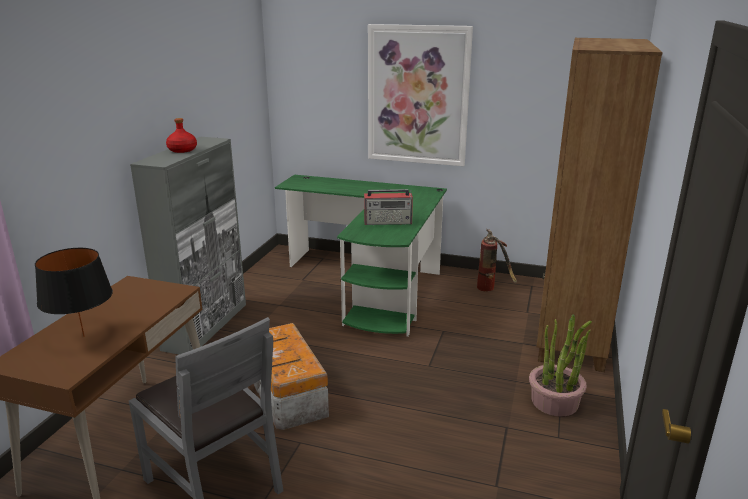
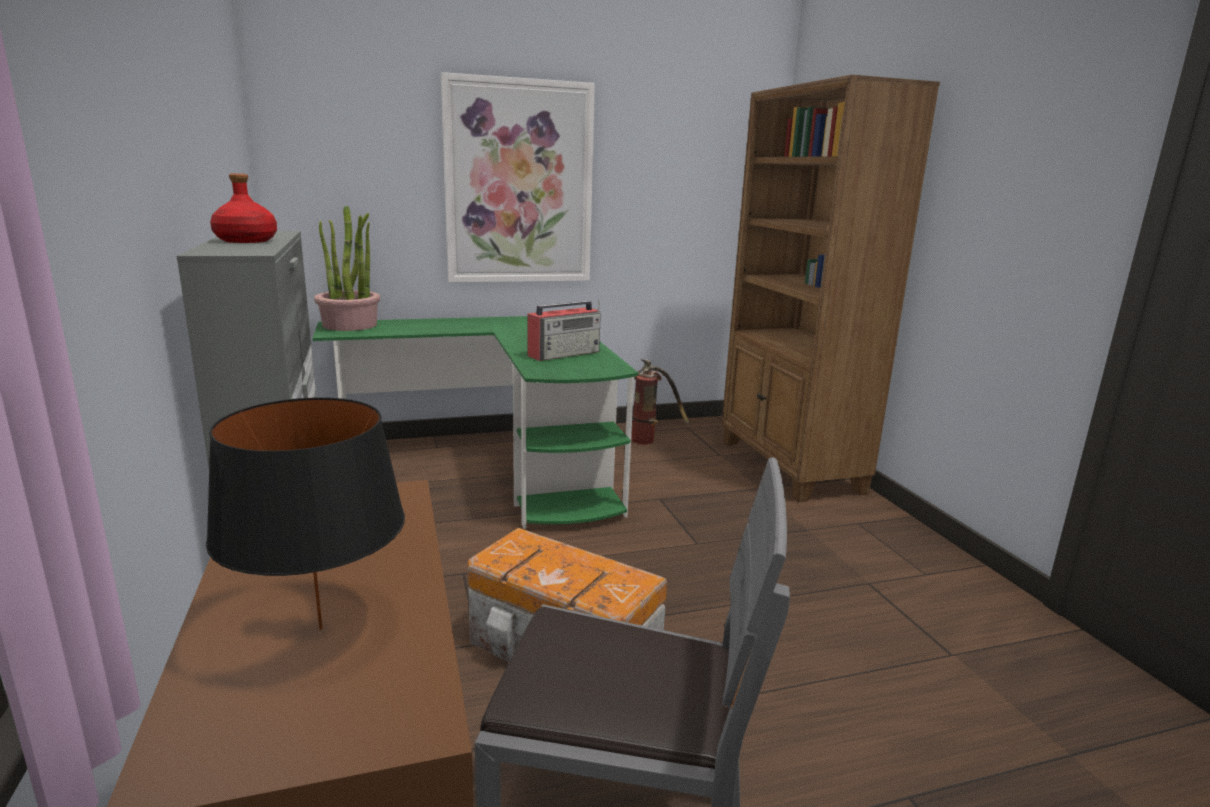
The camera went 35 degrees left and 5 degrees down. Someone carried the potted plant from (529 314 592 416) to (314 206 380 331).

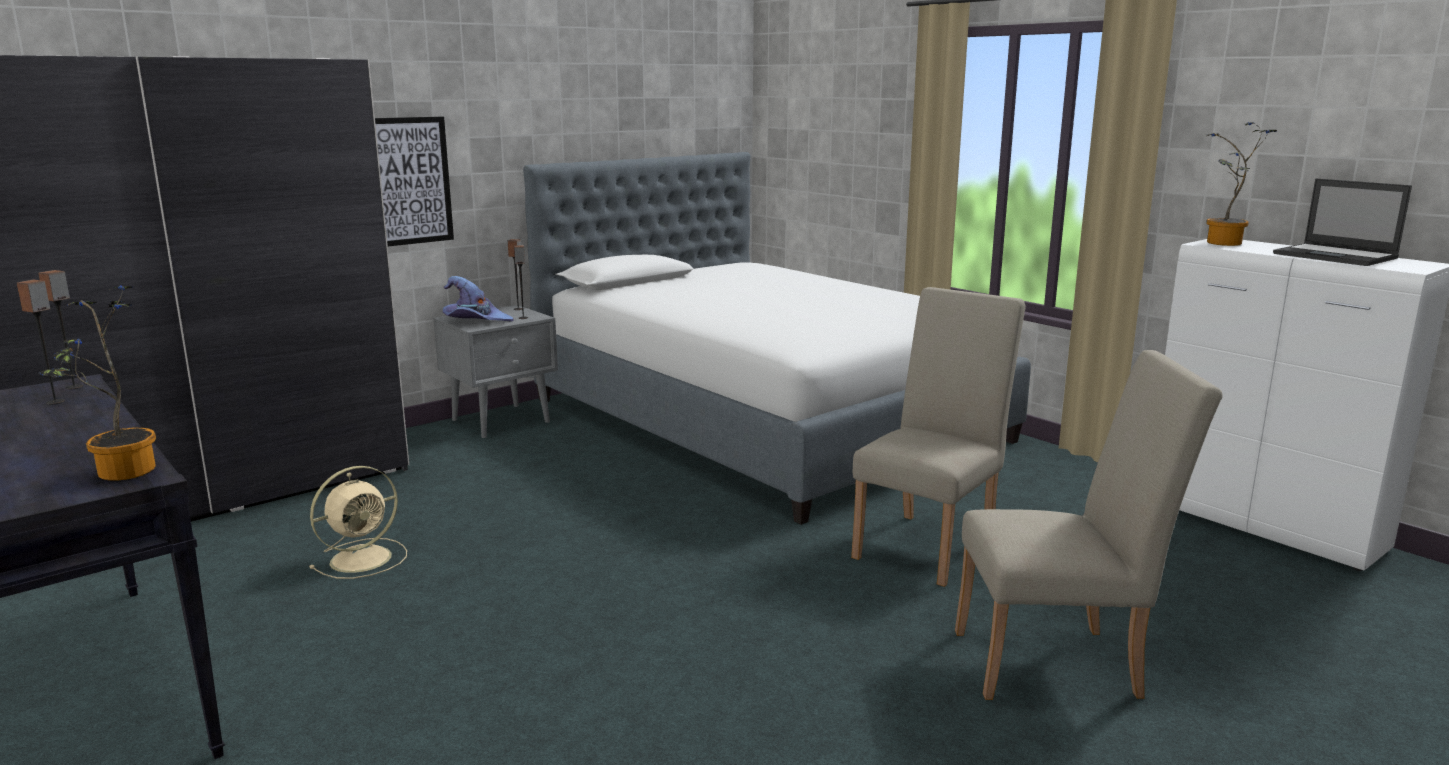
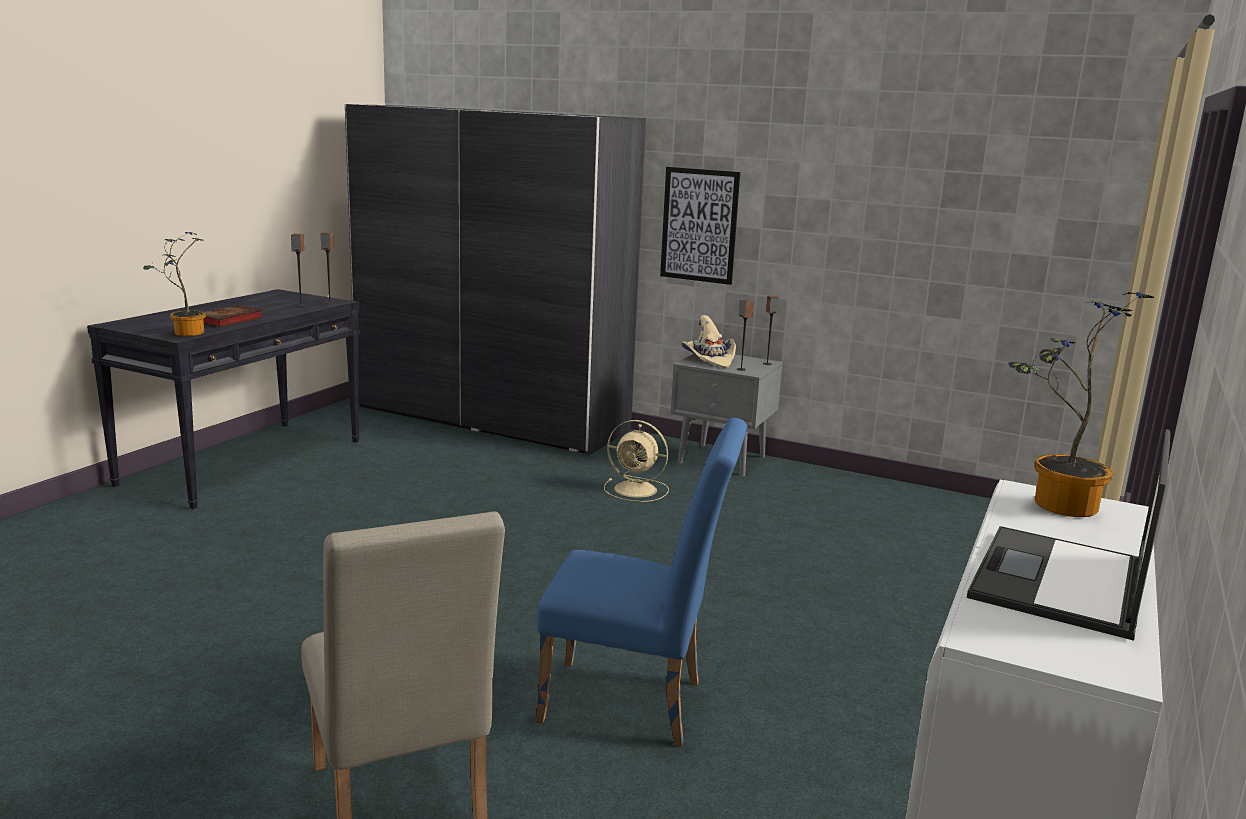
The camera went 65 degrees right and 0 degrees up. Someone carried the beige fan from (309 466 407 579) to (604 420 669 502). Someone repainted the purple hat at (443 276 514 322), which became the beige hat at (682 315 736 369). Someone took away the bed at (523 152 1031 525). Someone repainted the beige chair at (851 287 1025 587), which became the blue chair at (536 418 747 747). Someone put down the book at (203 305 264 328).

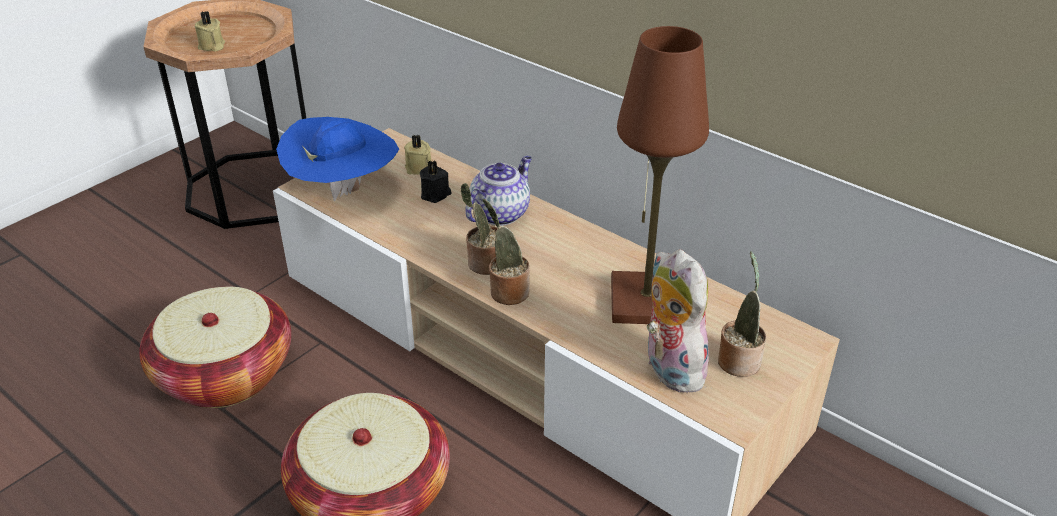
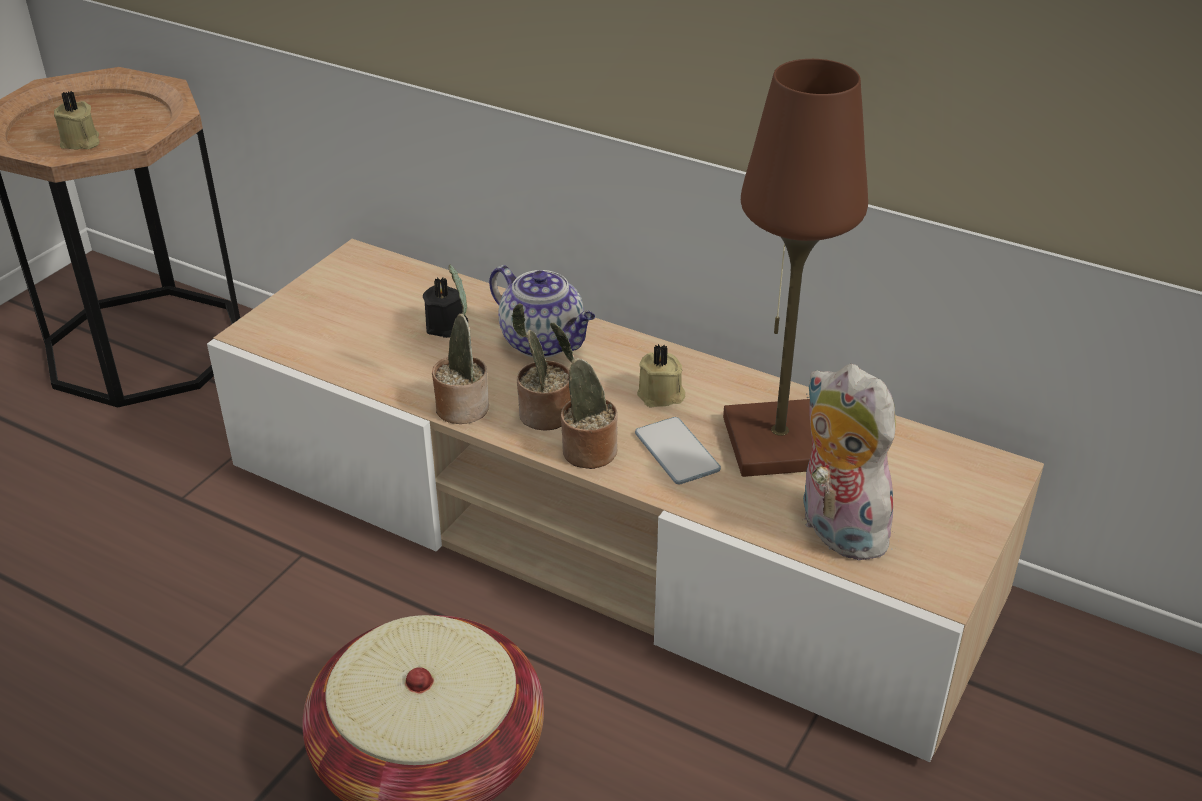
The camera went 10 degrees left and 0 degrees up. Someone took away the basket at (139 287 291 408). Someone took away the blue hat at (276 117 399 201). Someone carried the beige candle from (404 134 431 175) to (637 344 685 407). Someone rotated the teapot at (465 156 532 226) by 105 degrees clockwise. Someone carried the potted plant from (718 251 766 377) to (432 264 489 424). Someone put down the phone at (635 417 721 484).

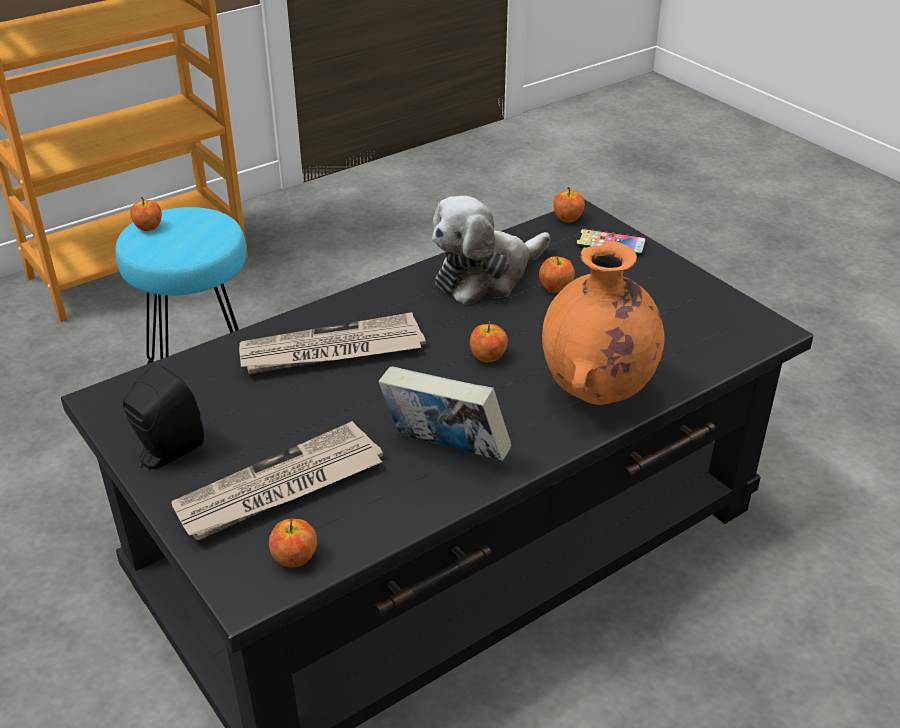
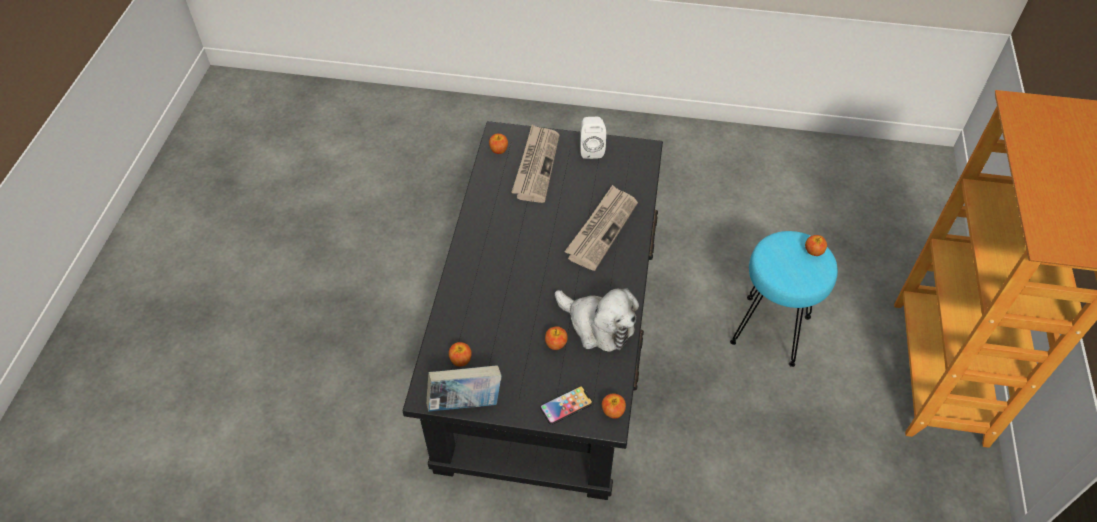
The camera went 135 degrees right and 15 degrees up. Someone repainted the black speaker at (123 363 204 469), which became the white speaker at (580 117 606 159). Someone carried the book from (379 366 512 461) to (426 365 502 412). Someone rotated the plush toy at (432 196 550 305) by 120 degrees clockwise. Someone carried the apple from (470 321 508 362) to (449 342 472 366). Someone took away the orange vase at (542 241 664 405).

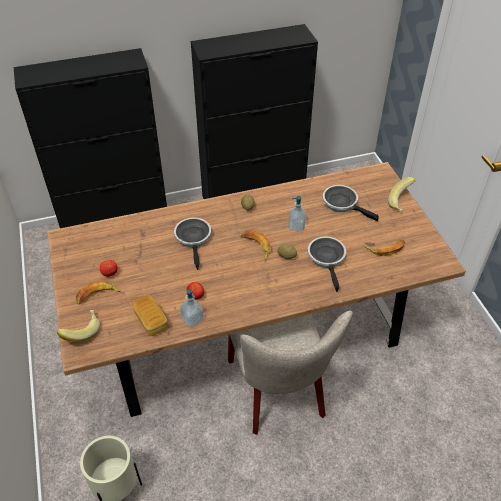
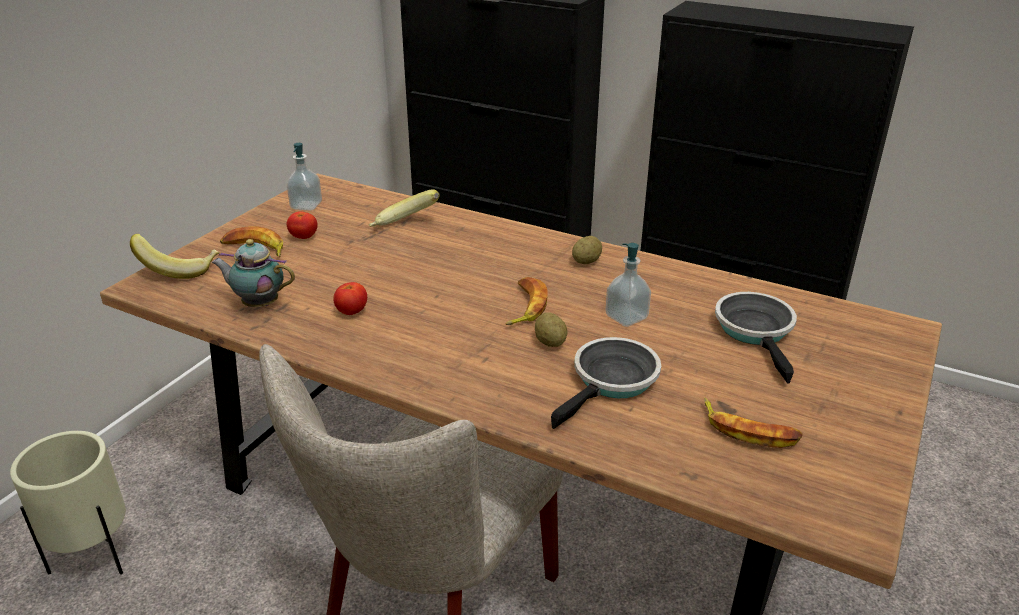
The camera went 45 degrees right and 15 degrees down. Someone swapped the bread at (132 295 167 336) for the teapot at (211 239 295 307). Someone took away the frying pan at (174 218 211 270). Someone carried the soap dispenser from (180 289 204 327) to (287 143 322 211). Someone carried the banana from (388 177 416 212) to (369 189 440 227).

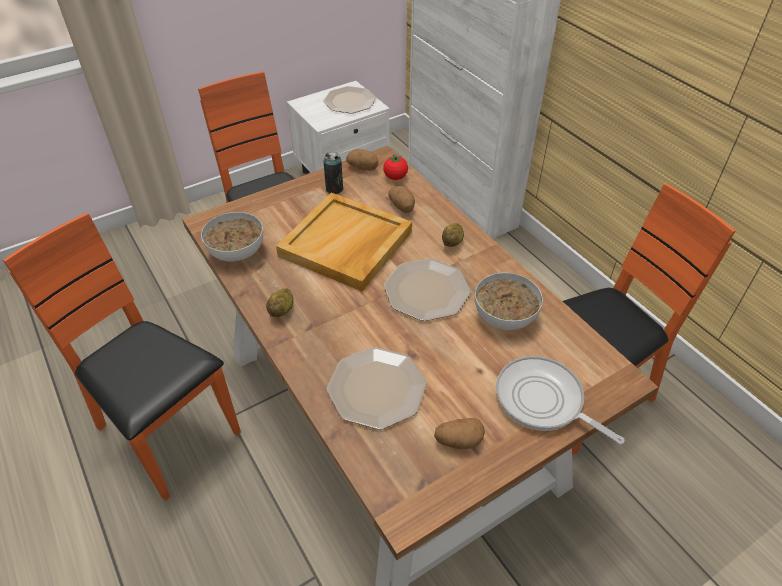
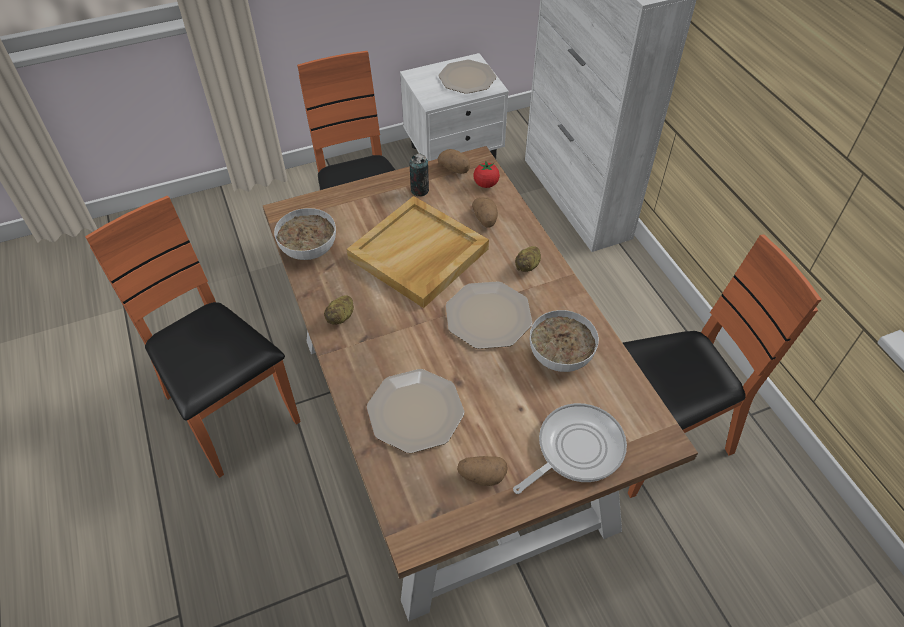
The camera went 10 degrees right and 5 degrees up. Someone rotated the frying pan at (496 356 625 445) by 90 degrees clockwise.

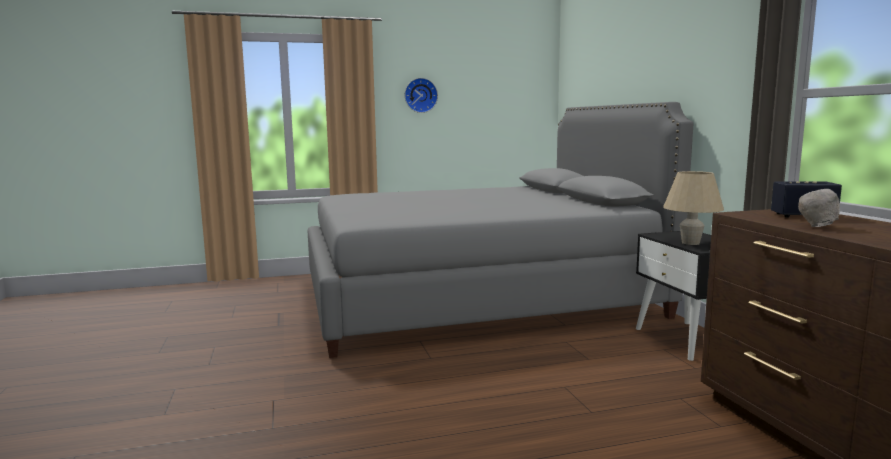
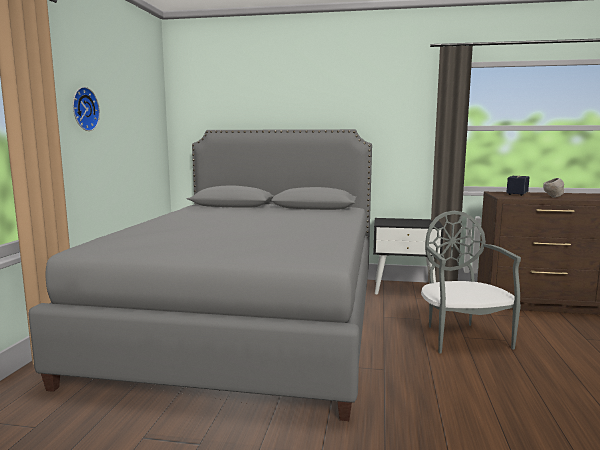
The camera went 65 degrees left and 0 degrees up. Someone took away the beige table lamp at (663 171 724 245). Someone put down the grey chair at (421 211 521 354).

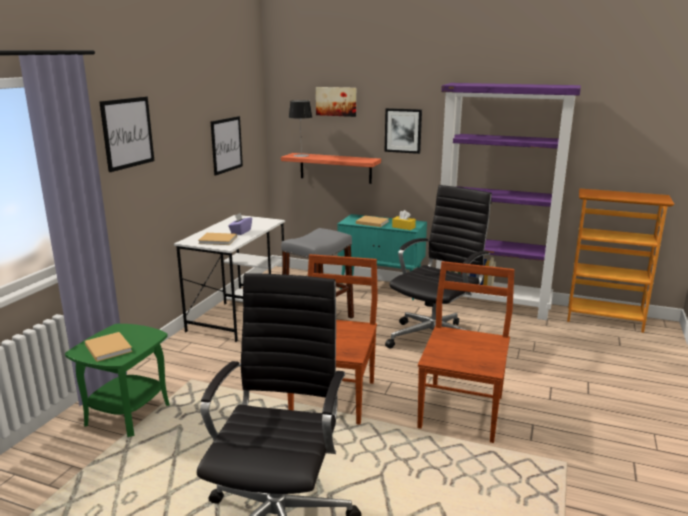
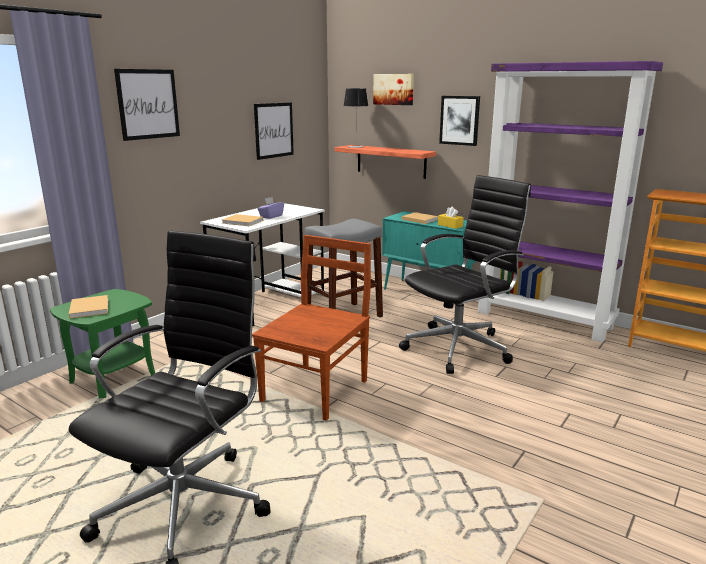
The camera went 15 degrees right and 0 degrees up. Someone took away the brown chair at (417 261 515 443).

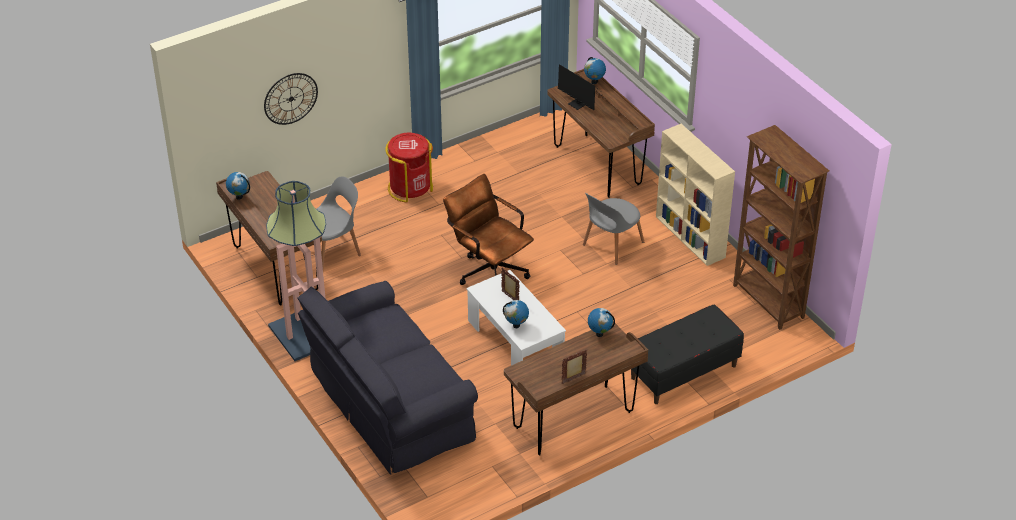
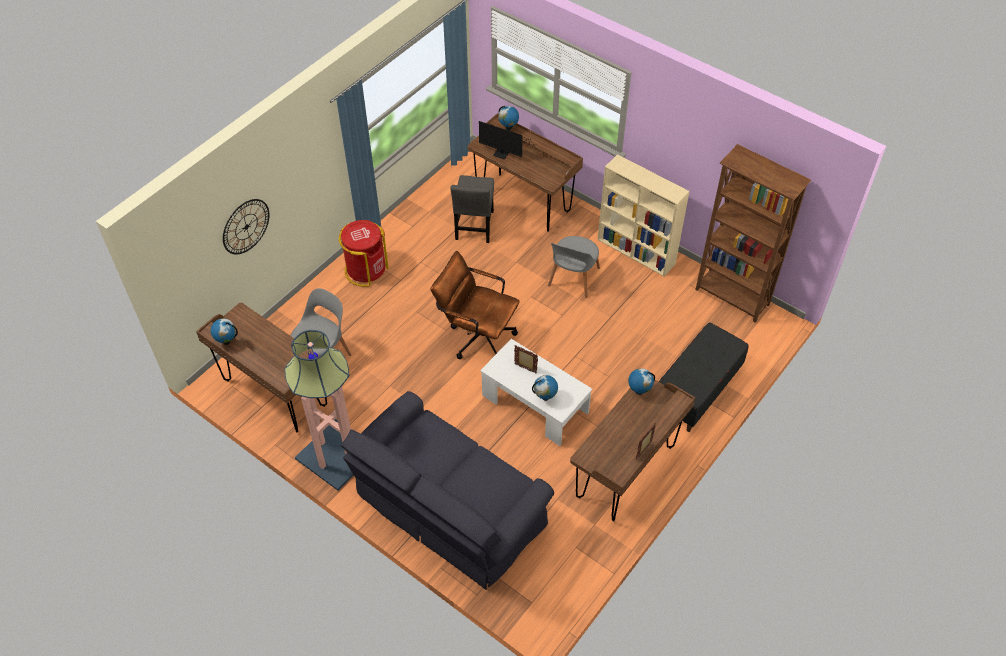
The camera went 20 degrees left and 10 degrees up. Someone put down the grey chair at (450 175 494 243).

